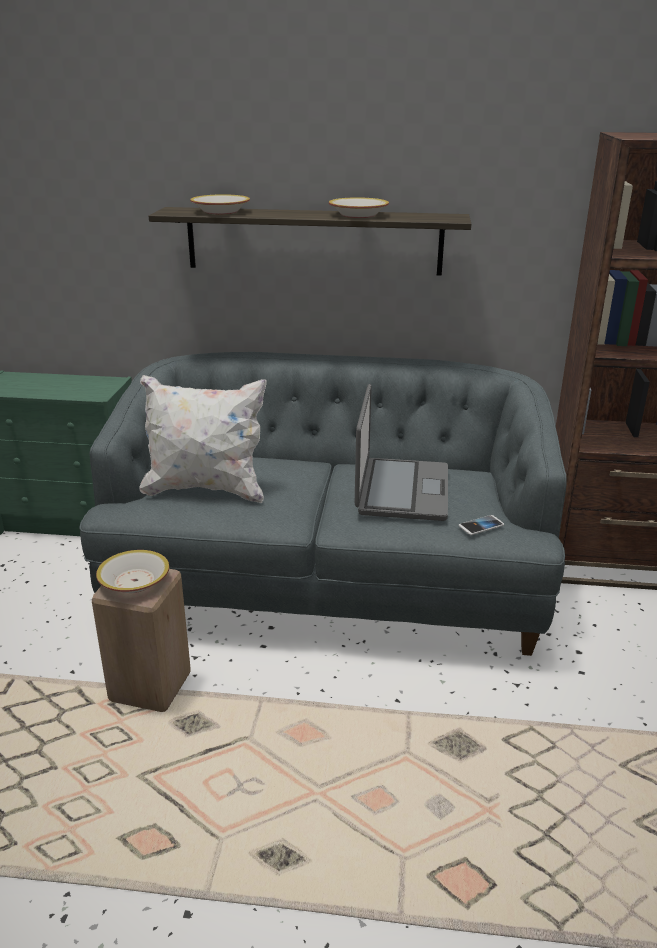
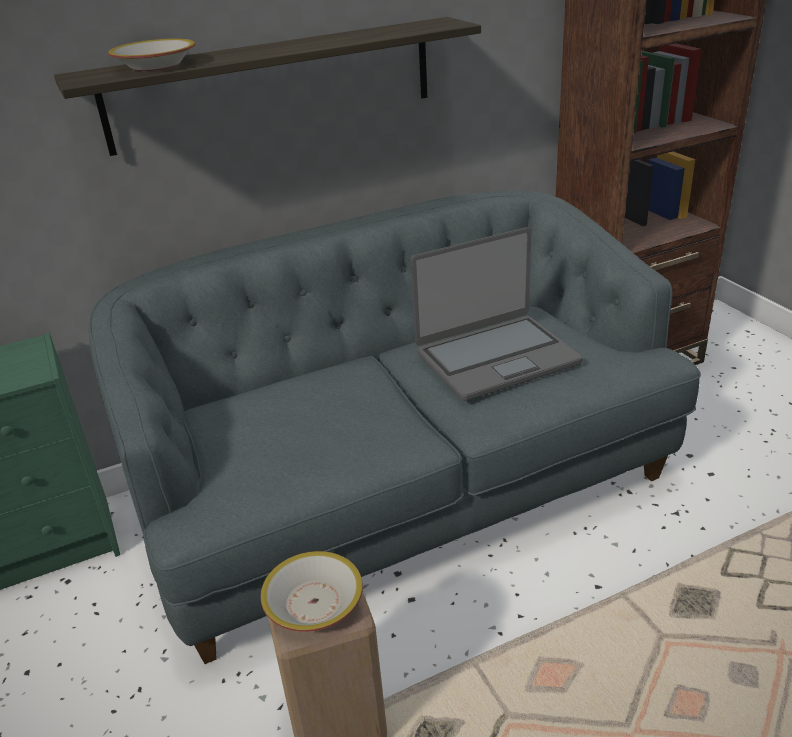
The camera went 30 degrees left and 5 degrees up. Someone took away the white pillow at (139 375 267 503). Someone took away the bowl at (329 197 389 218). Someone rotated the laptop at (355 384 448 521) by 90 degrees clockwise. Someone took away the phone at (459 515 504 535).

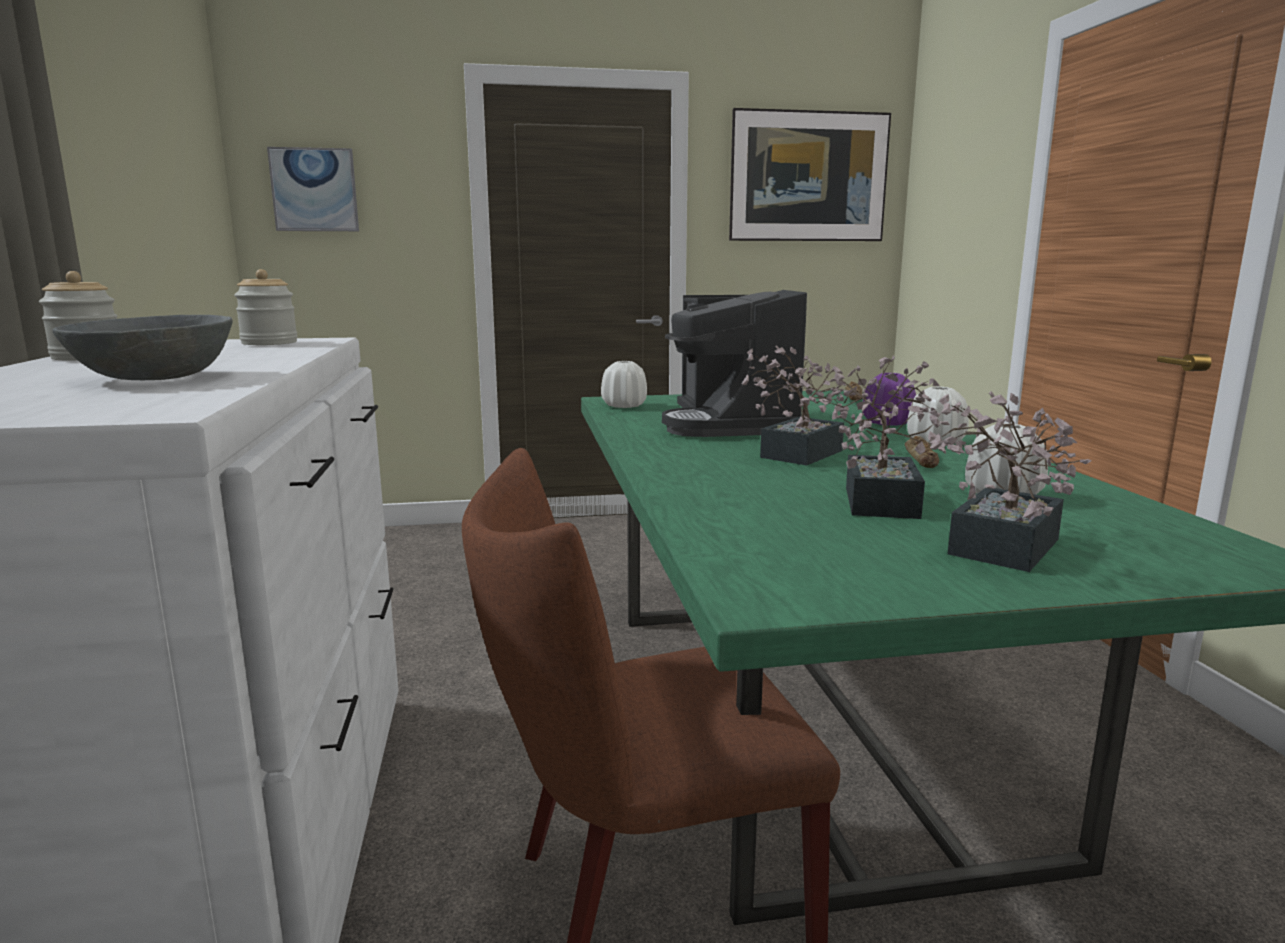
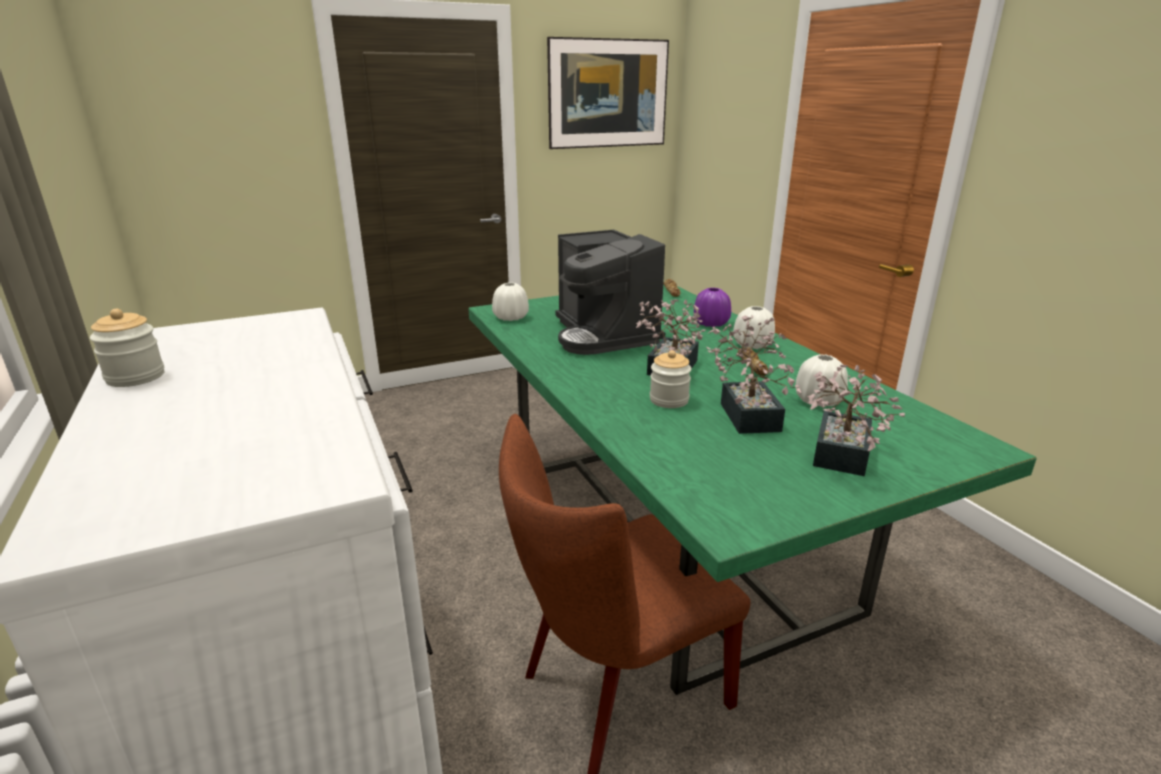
The camera went 15 degrees left and 10 degrees up. Someone took away the grey bowl at (52 315 233 380). Someone carried the jar from (234 269 297 345) to (650 350 691 408). Someone took away the picture at (267 147 359 231).

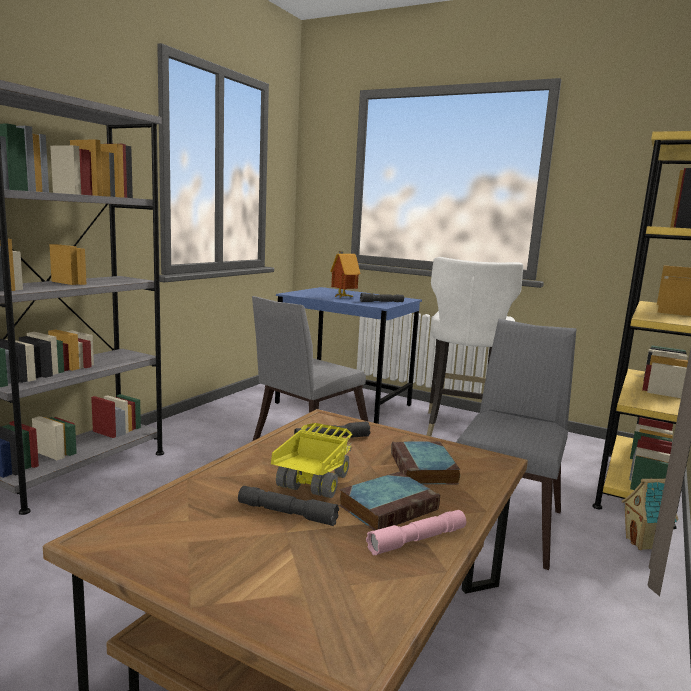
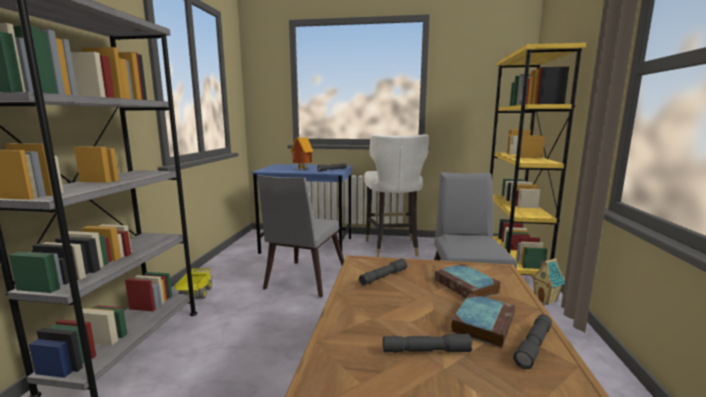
The camera went 20 degrees left and 0 degrees up. Someone carried the toy truck from (271 423 352 498) to (175 268 212 299). Someone repainted the pink flashlight at (366 510 466 555), which became the grey flashlight at (513 314 552 369).

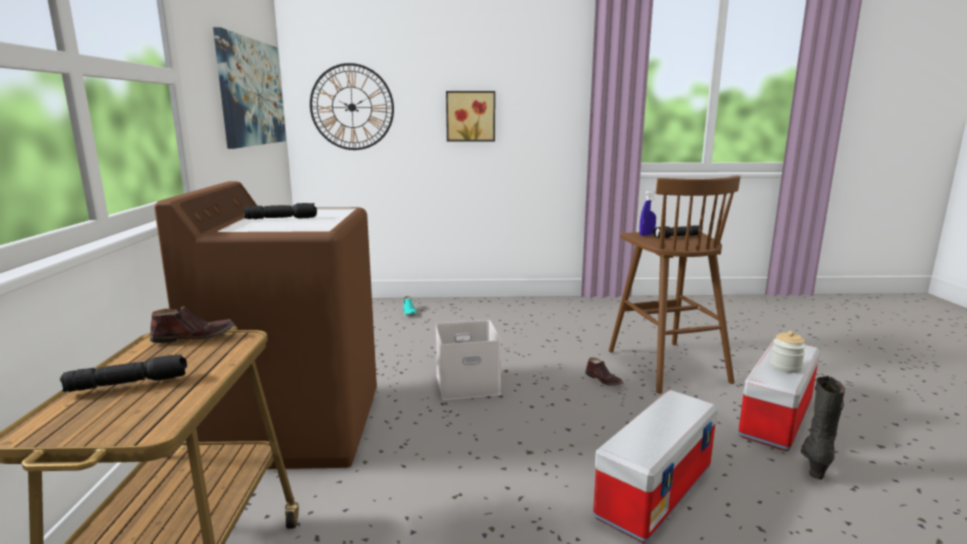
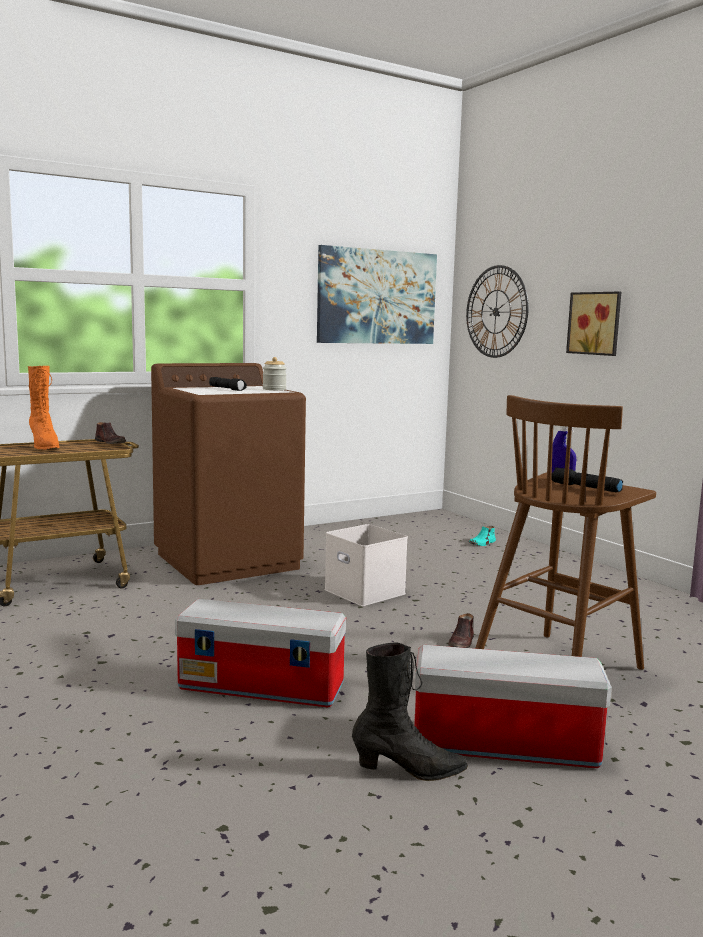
The camera went 60 degrees right and 5 degrees down. Someone swapped the black flashlight at (60 354 187 392) for the orange boot at (28 366 60 450). Someone carried the jar from (770 331 806 373) to (263 357 287 390).

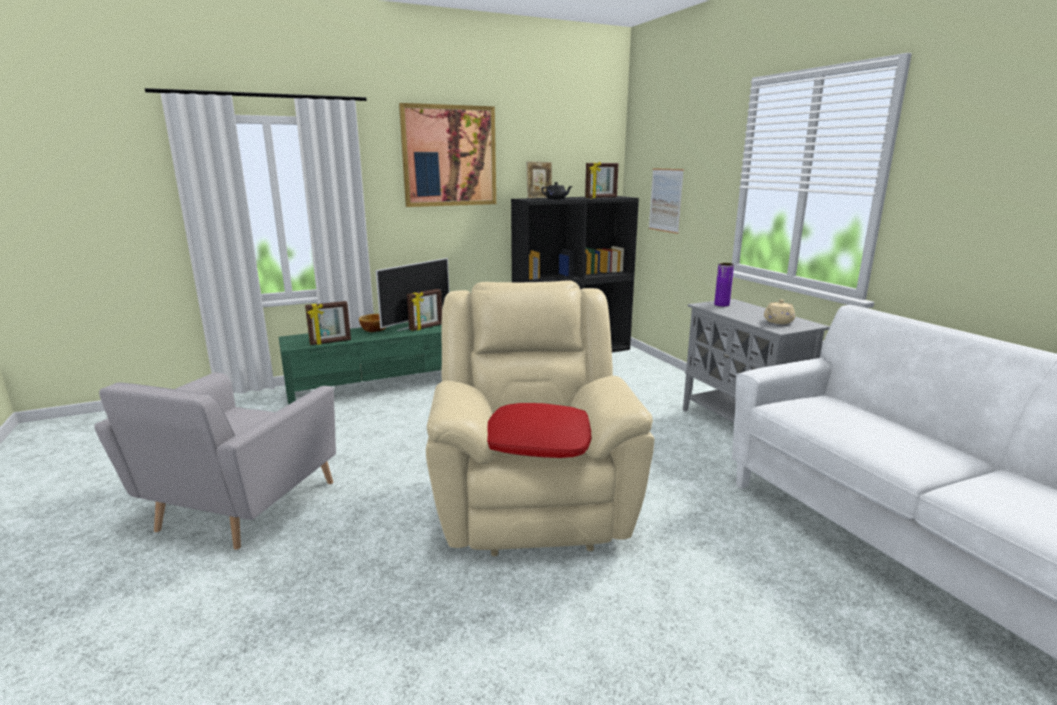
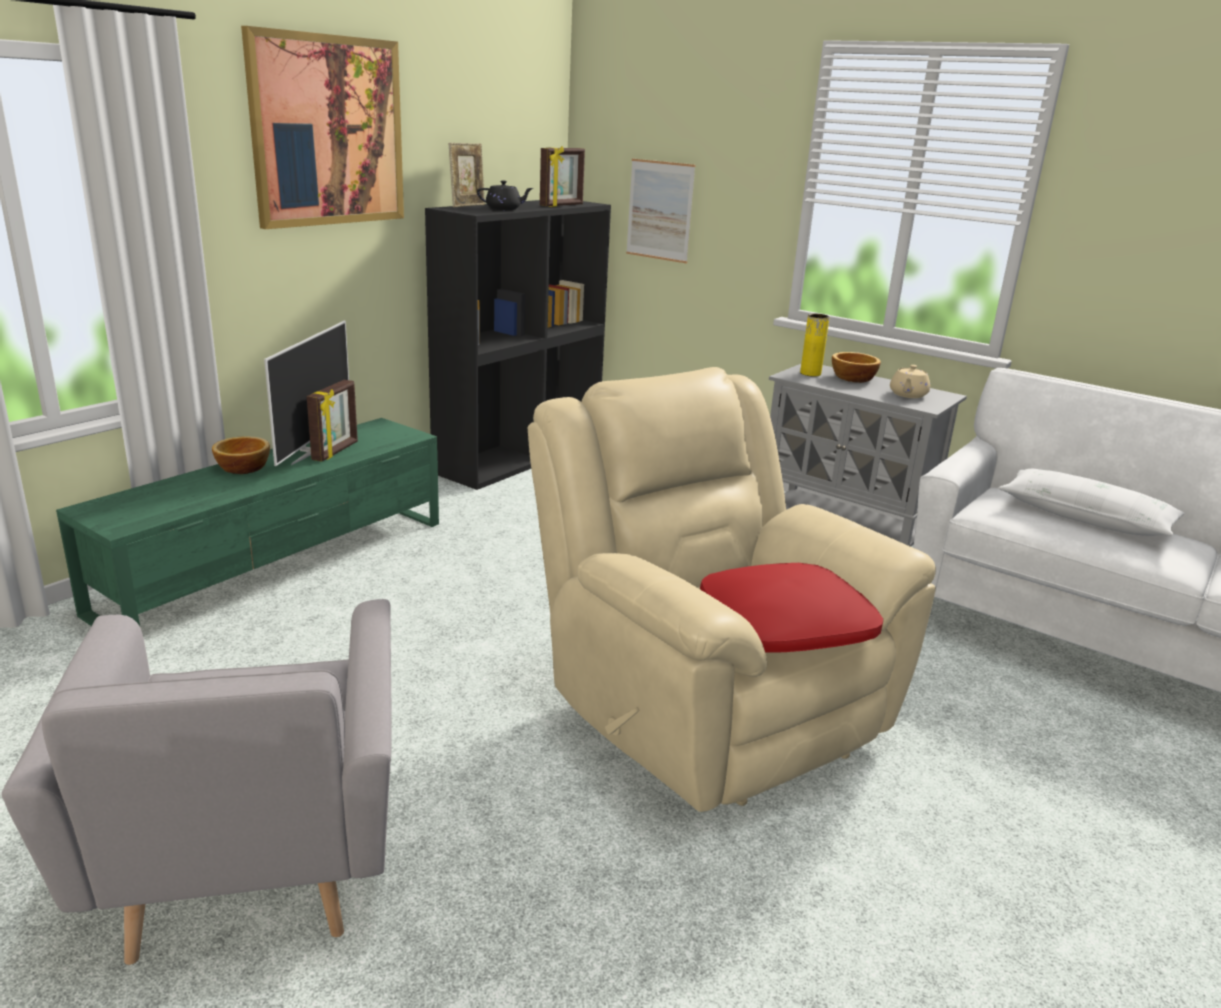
The camera went 30 degrees left and 5 degrees up. Someone took away the picture frame at (305 301 351 345). Someone repainted the purple vase at (714 263 734 307), which became the yellow vase at (800 314 830 376). Someone put down the bowl at (832 352 881 383). Someone put down the white pillow at (998 469 1185 536).

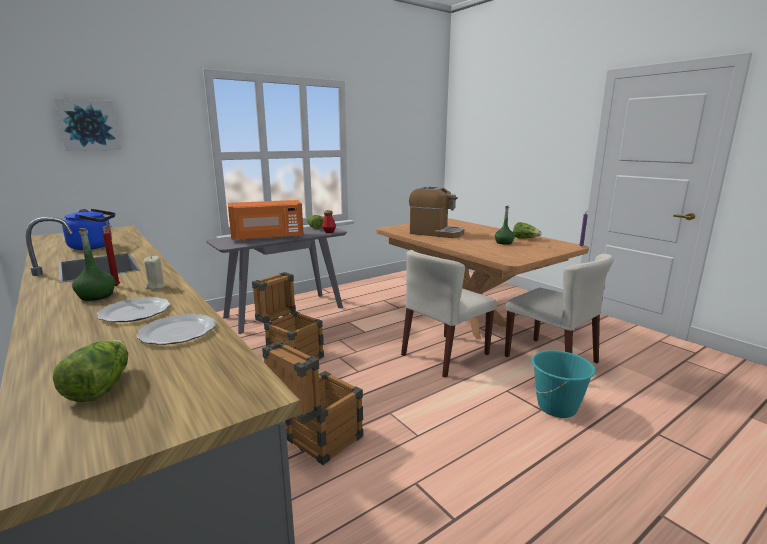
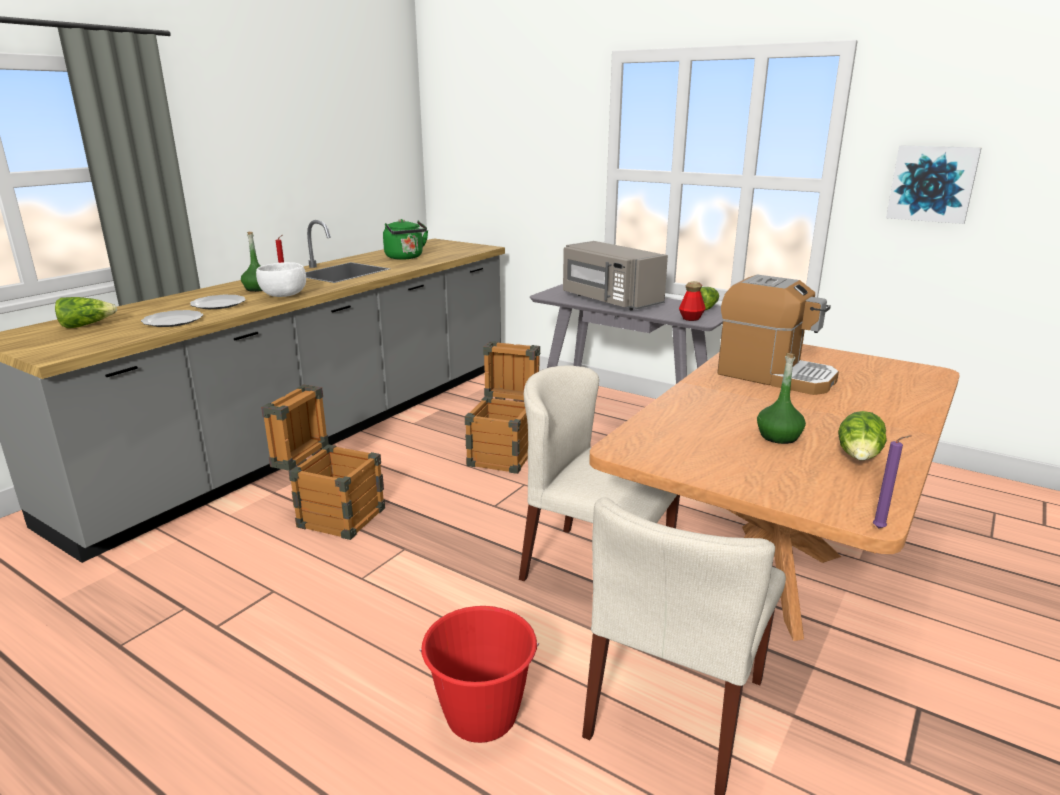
The camera went 70 degrees right and 5 degrees up. Someone carried the picture from (55 99 121 151) to (886 146 981 224). Someone repainted the blue kettle at (62 209 115 250), which became the green kettle at (383 219 428 260). Someone swapped the beige candle at (144 256 166 290) for the white bowl at (256 262 306 297). Someone repainted the orange microwave at (228 200 304 241), which became the grey microwave at (563 241 668 310). Someone rotated the coffee machine at (409 187 464 238) by 60 degrees counterclockwise. Someone repainted the turquoise bucket at (532 350 596 418), which became the red bucket at (419 606 539 743).

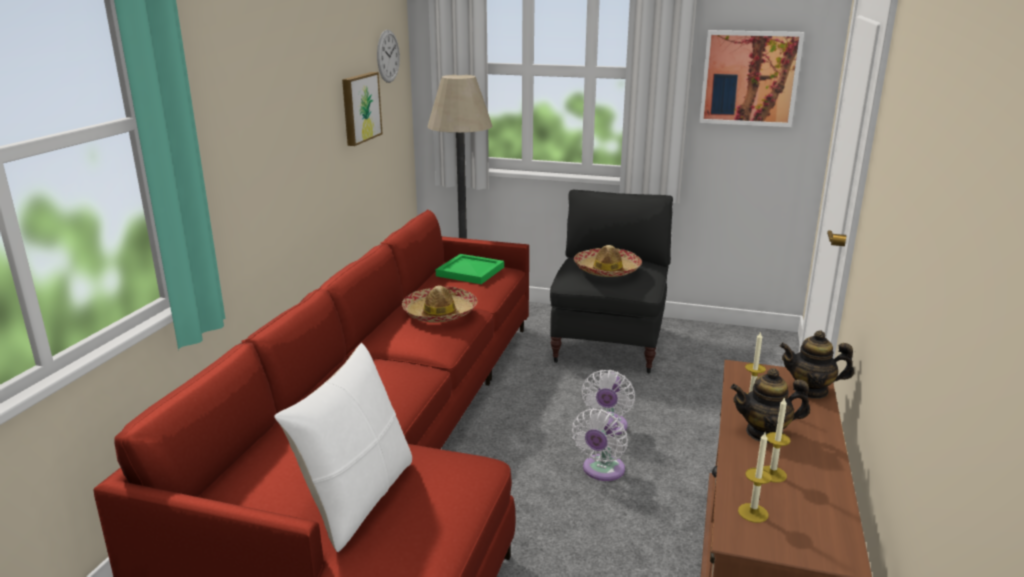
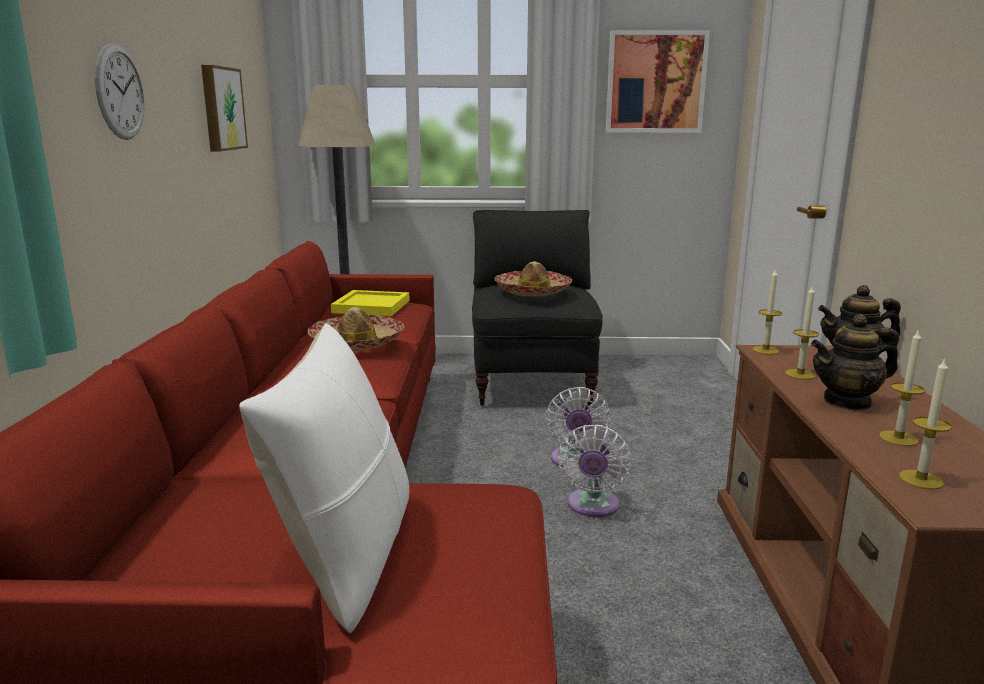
The camera went 15 degrees left and 5 degrees down. Someone carried the wall clock from (377 30 400 83) to (95 44 145 140). Someone repainted the green tray at (436 254 504 284), which became the yellow tray at (331 290 410 316). Someone put down the candle at (752 268 782 354).

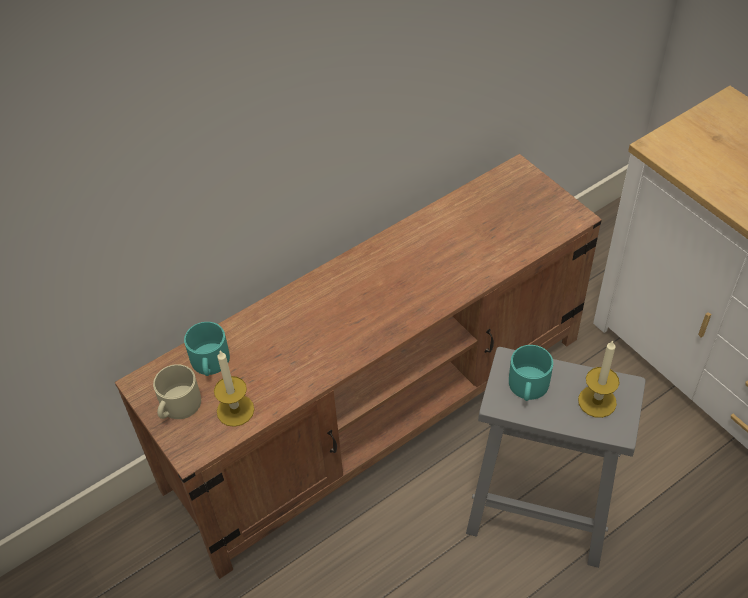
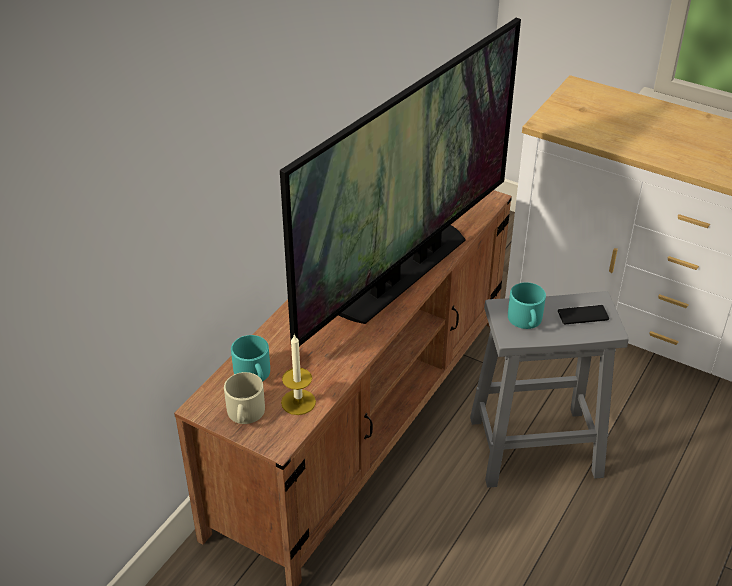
The camera went 25 degrees left and 10 degrees down. Someone swapped the candle at (578 340 620 418) for the phone at (558 305 609 324). Someone put down the television at (280 18 521 346).

